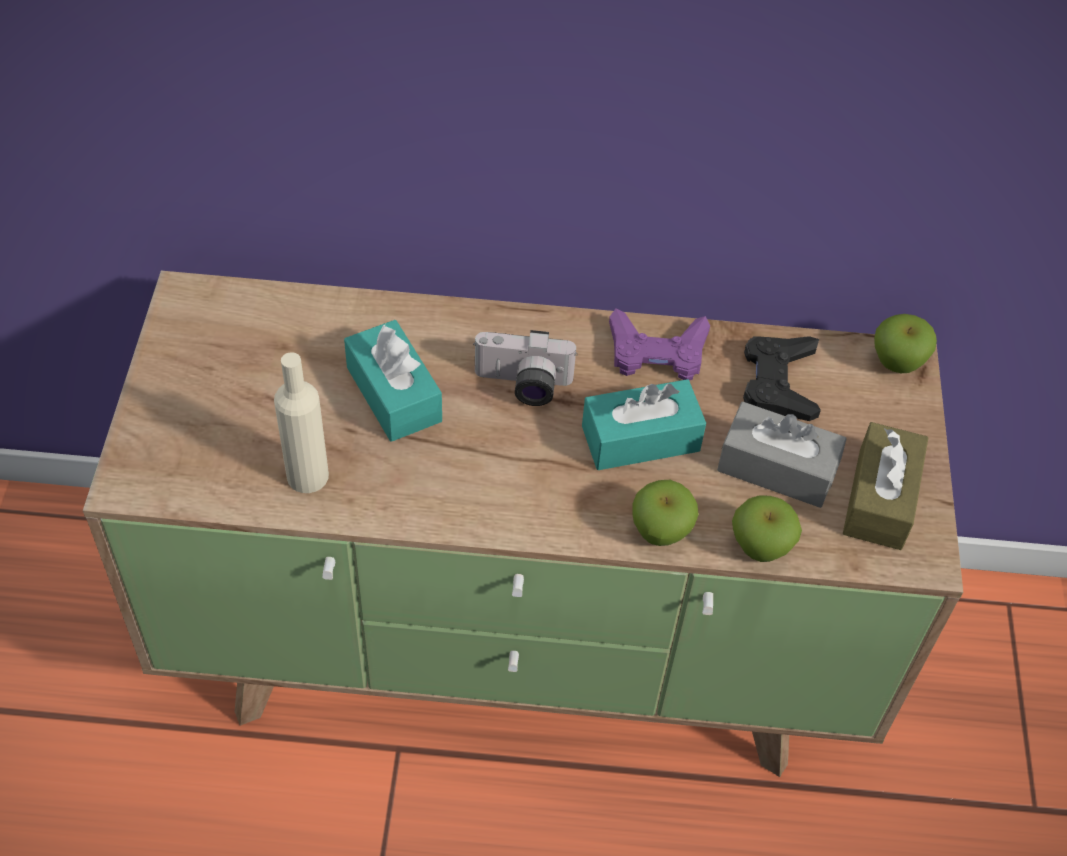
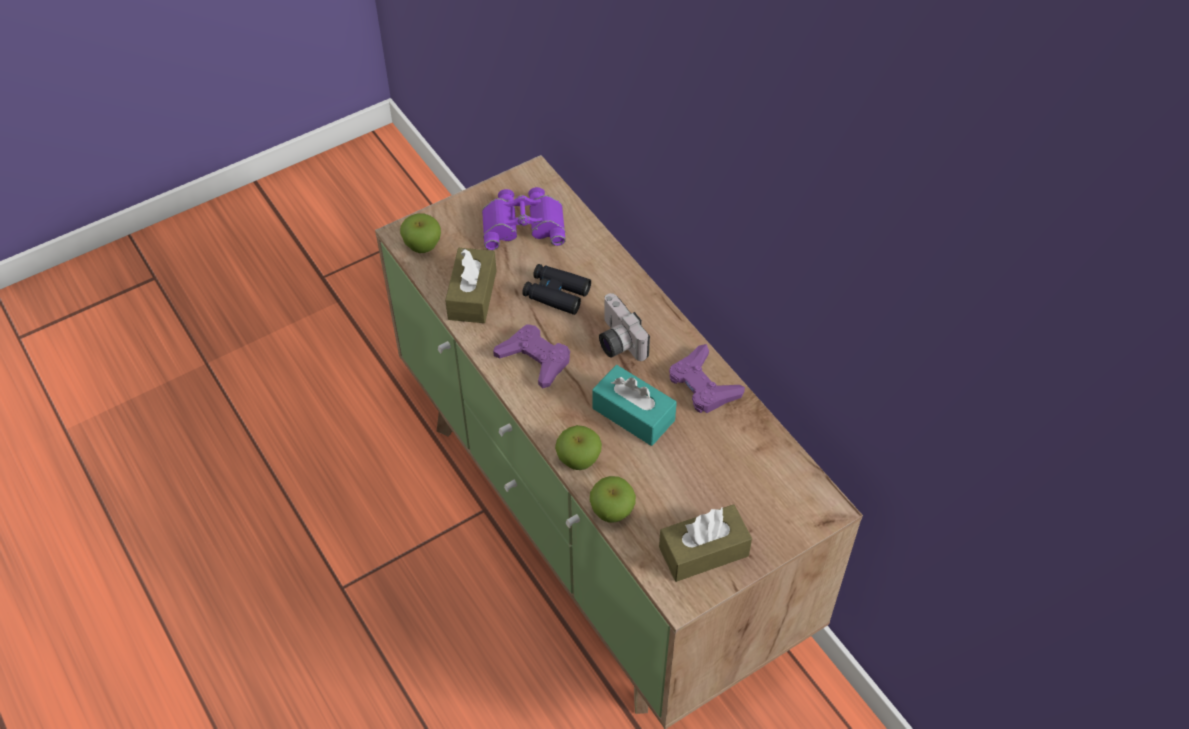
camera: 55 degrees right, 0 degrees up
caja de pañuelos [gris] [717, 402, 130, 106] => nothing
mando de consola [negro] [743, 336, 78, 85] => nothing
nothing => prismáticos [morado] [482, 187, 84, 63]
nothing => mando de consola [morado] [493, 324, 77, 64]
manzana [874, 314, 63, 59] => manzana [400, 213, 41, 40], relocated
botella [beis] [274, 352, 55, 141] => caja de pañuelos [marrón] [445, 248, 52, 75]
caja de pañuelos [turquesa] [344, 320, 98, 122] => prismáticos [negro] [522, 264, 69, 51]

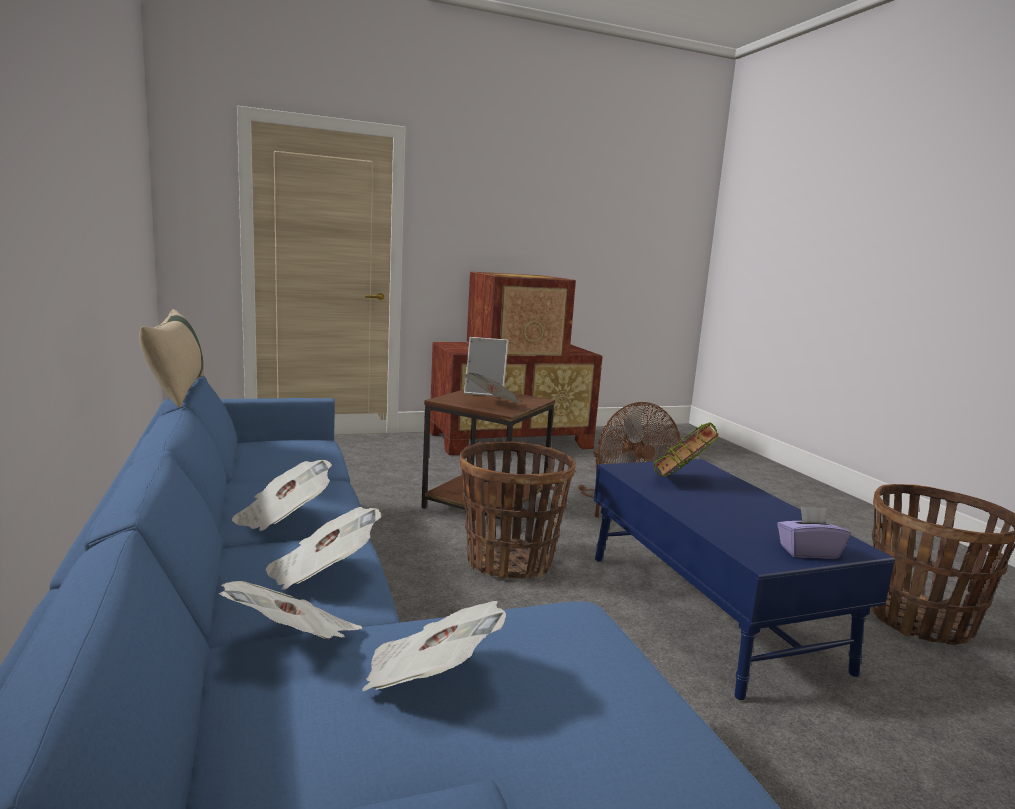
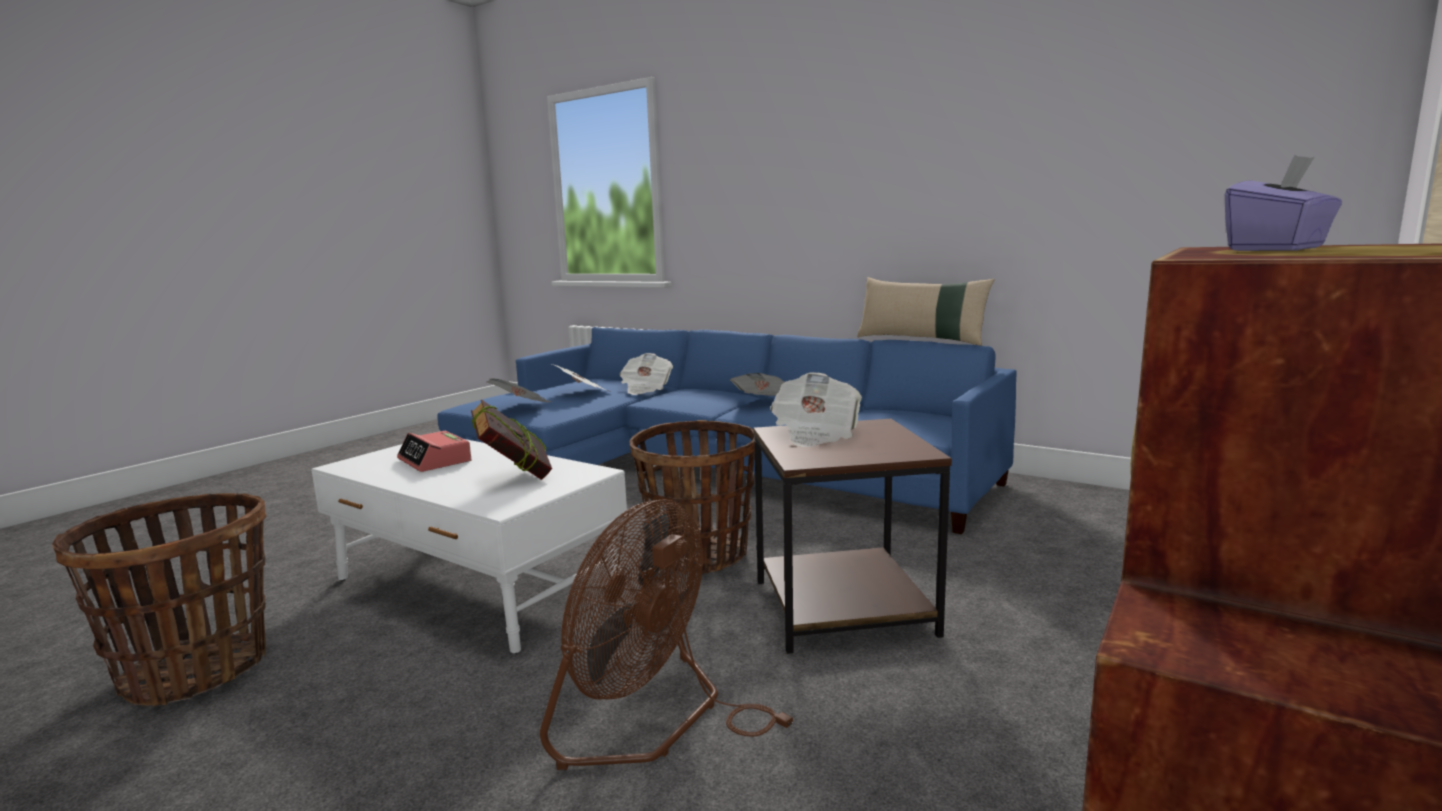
camera: 145 degrees right, 0 degrees up
portarretratos [464, 337, 44, 60] => nothing
nothing => despertador [397, 431, 74, 41]
periódico [265, 507, 116, 83] => periódico [486, 379, 66, 23], relocated
caja de pañuelos [morado] [777, 506, 74, 53] => caja de pañuelos [morado] [1225, 155, 117, 96], relocated
mesa de centro [azul] [594, 459, 301, 241] => mesa de centro [blanco] [311, 439, 316, 214]

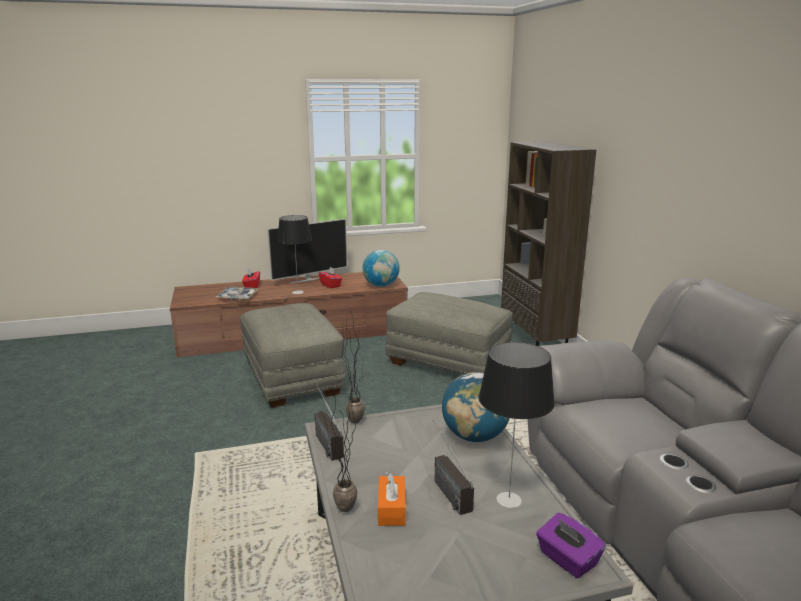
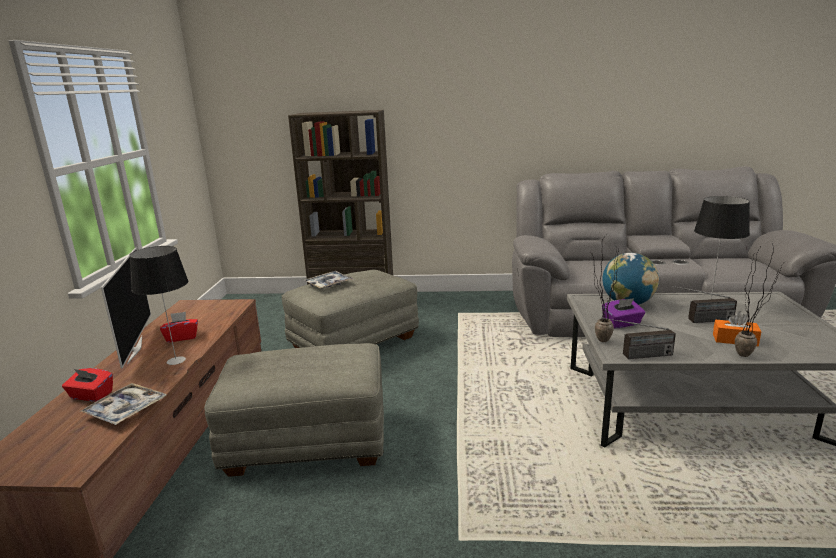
camera: 70 degrees left, 0 degrees up
globo terráqueo [363, 250, 37, 37] => nothing
nothing => bandeja [304, 271, 49, 18]
caja de pañuelos [morado] [536, 513, 69, 65] => caja de pañuelos [morado] [602, 298, 43, 31], relocated

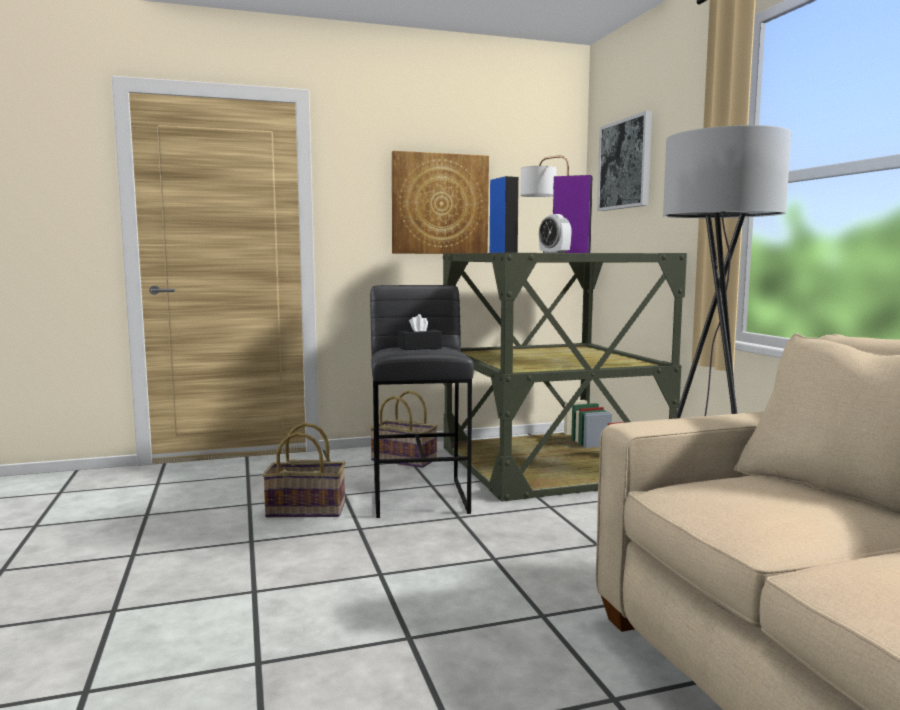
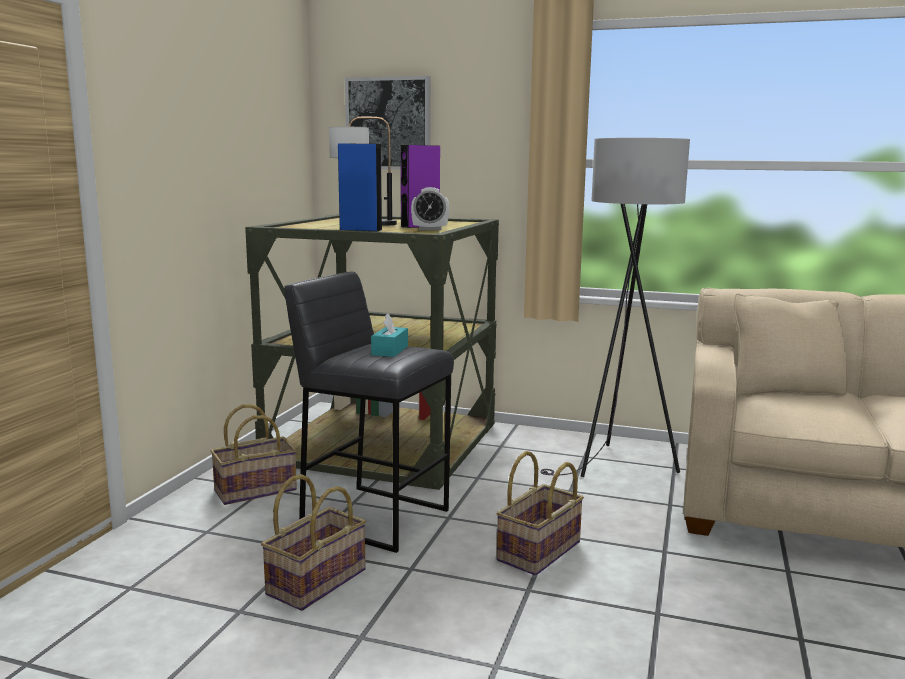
camera: 55 degrees left, 5 degrees up
cuadro [392, 151, 97, 103] => nothing
nothing => cesta [496, 451, 88, 124]
caja de pañuelos [negro] [398, 314, 44, 36] => caja de pañuelos [turquesa] [371, 313, 37, 44]

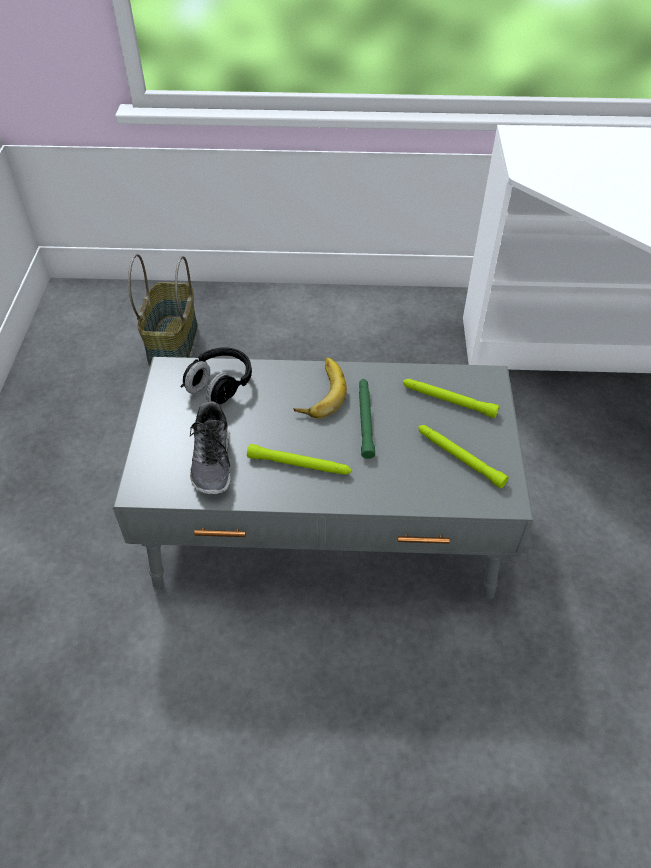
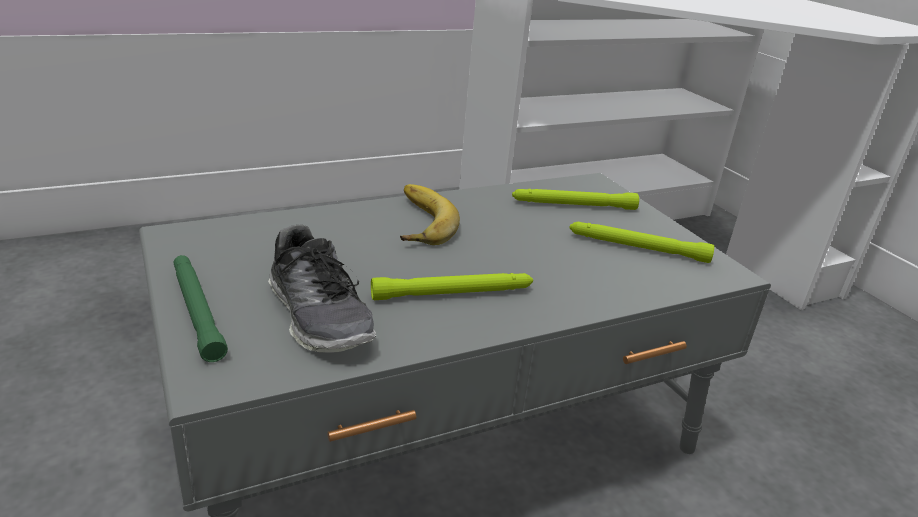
camera: 30 degrees left, 20 degrees down
cesta [128, 254, 69, 111] => nothing
auriculares [negro] [180, 347, 72, 58] => nothing
linterna [verde] [359, 379, 16, 80] => linterna [verde] [173, 255, 55, 107], relocated

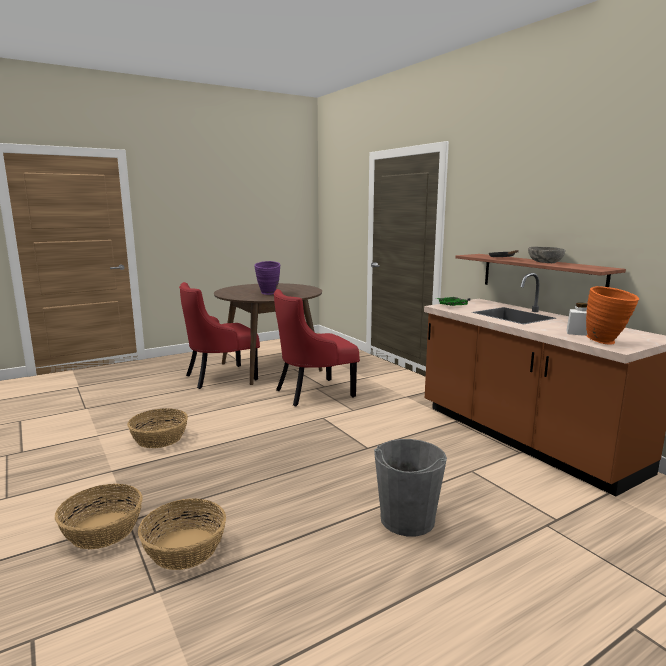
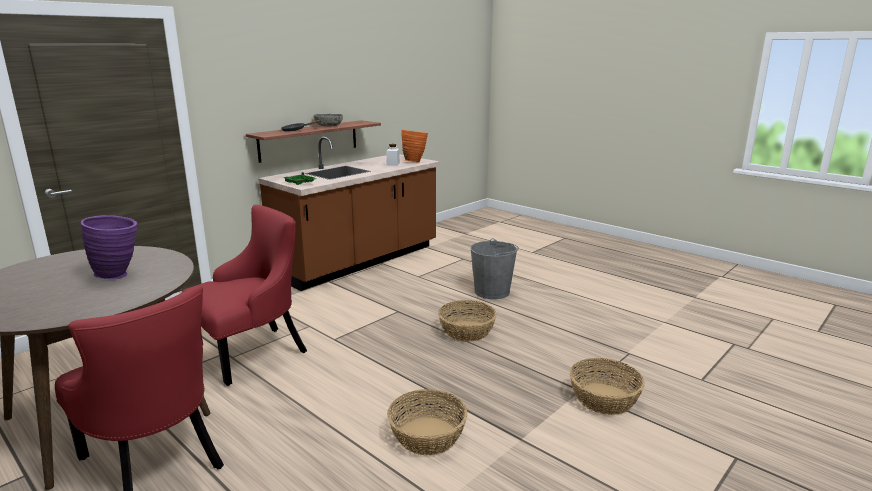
camera: 105 degrees left, 5 degrees up
cesta [138, 499, 88, 71] => cesta [438, 300, 59, 42], relocated
silla [rojo] [274, 289, 86, 118] => silla [rojo] [182, 205, 125, 181], 90 degrees counterclockwise

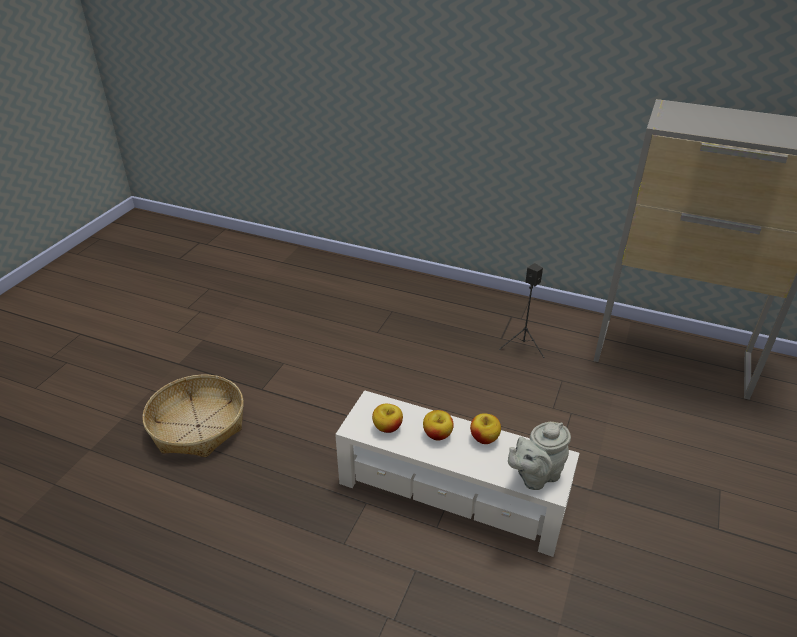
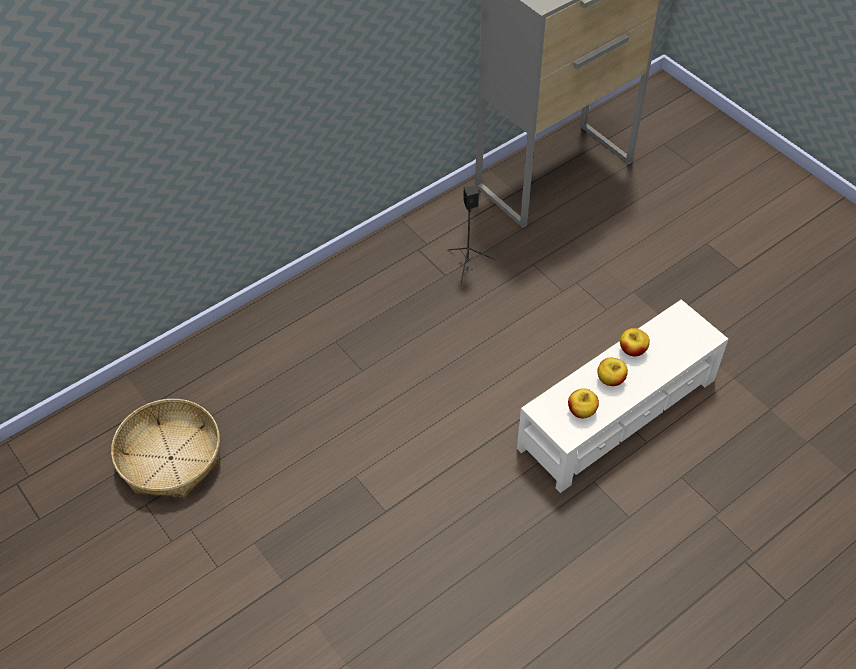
camera: 60 degrees left, 15 degrees up
tetera [gris] [508, 422, 63, 68] => nothing
cesta [143, 375, 101, 82] => cesta [111, 399, 109, 98], relocated

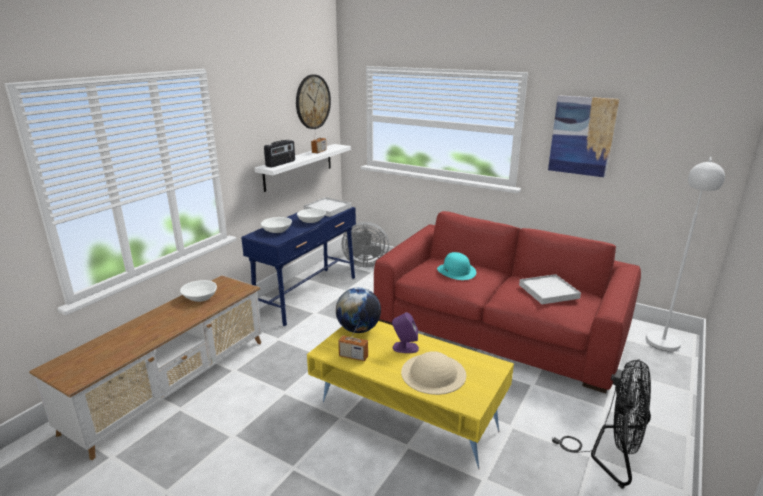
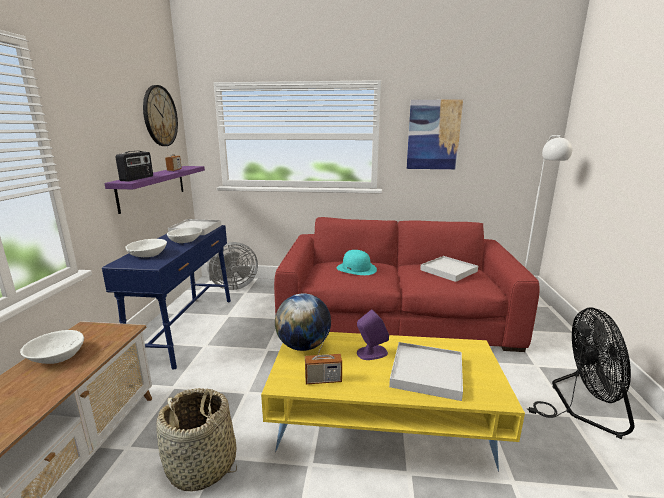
camera: 25 degrees left, 5 degrees down
nothing => cesta [156, 388, 81, 103]
sombrero [beis] [401, 351, 65, 44] => bandeja [blanco] [389, 342, 74, 59]
estante [blanco] [255, 144, 96, 48] => estante [morado] [104, 166, 101, 48]

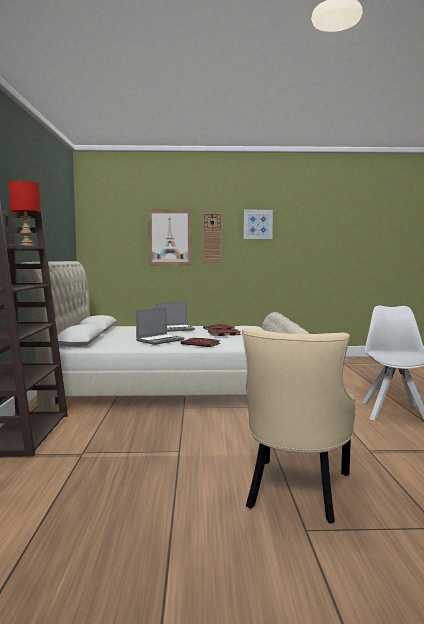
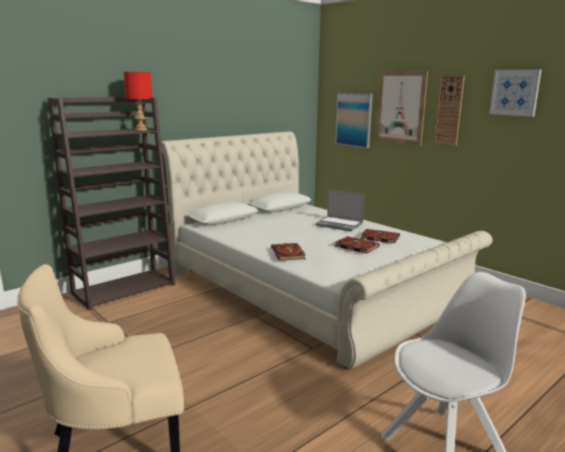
camera: 50 degrees right, 10 degrees up
portátil [136, 307, 49, 38] => nothing
nothing => cuadro [335, 93, 38, 55]

